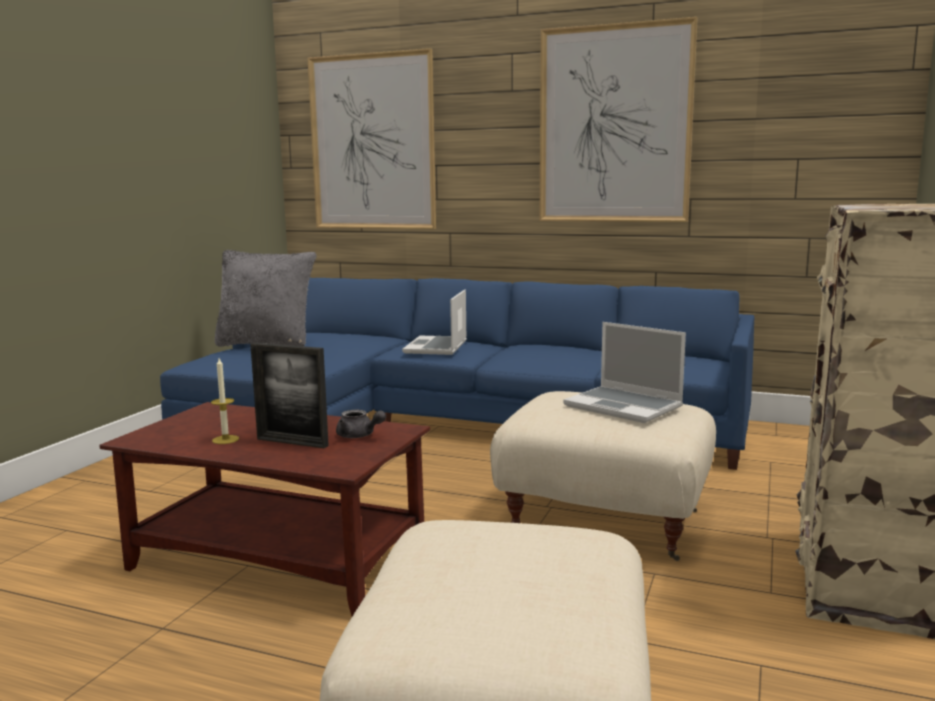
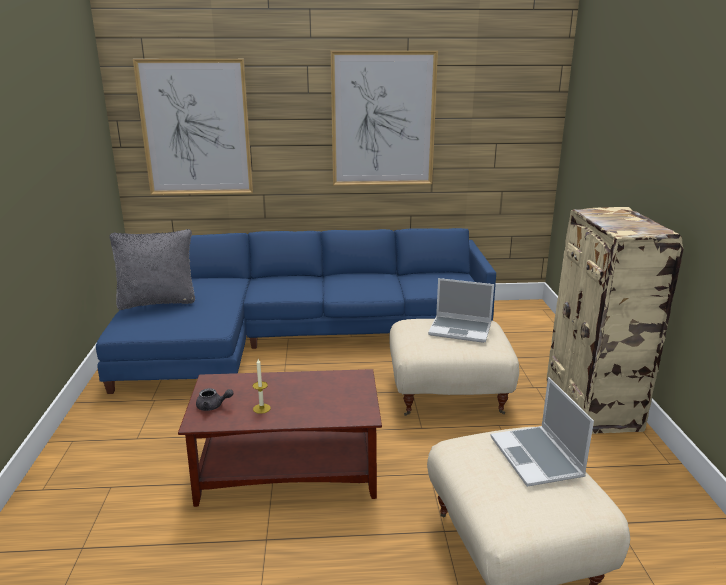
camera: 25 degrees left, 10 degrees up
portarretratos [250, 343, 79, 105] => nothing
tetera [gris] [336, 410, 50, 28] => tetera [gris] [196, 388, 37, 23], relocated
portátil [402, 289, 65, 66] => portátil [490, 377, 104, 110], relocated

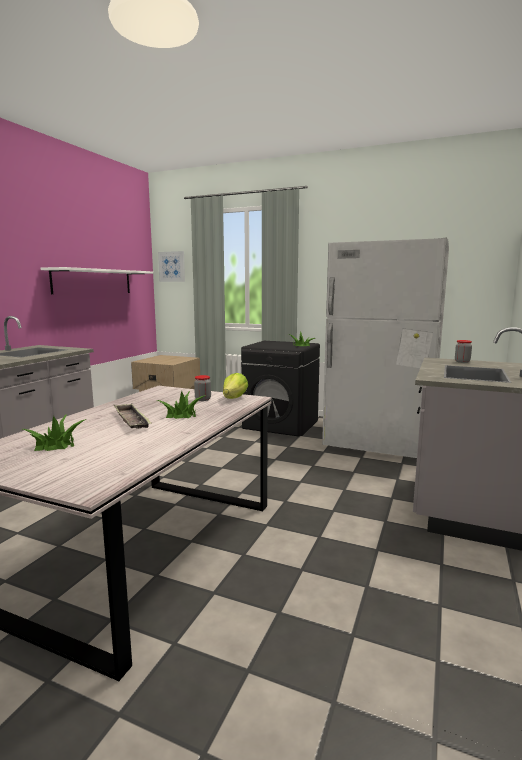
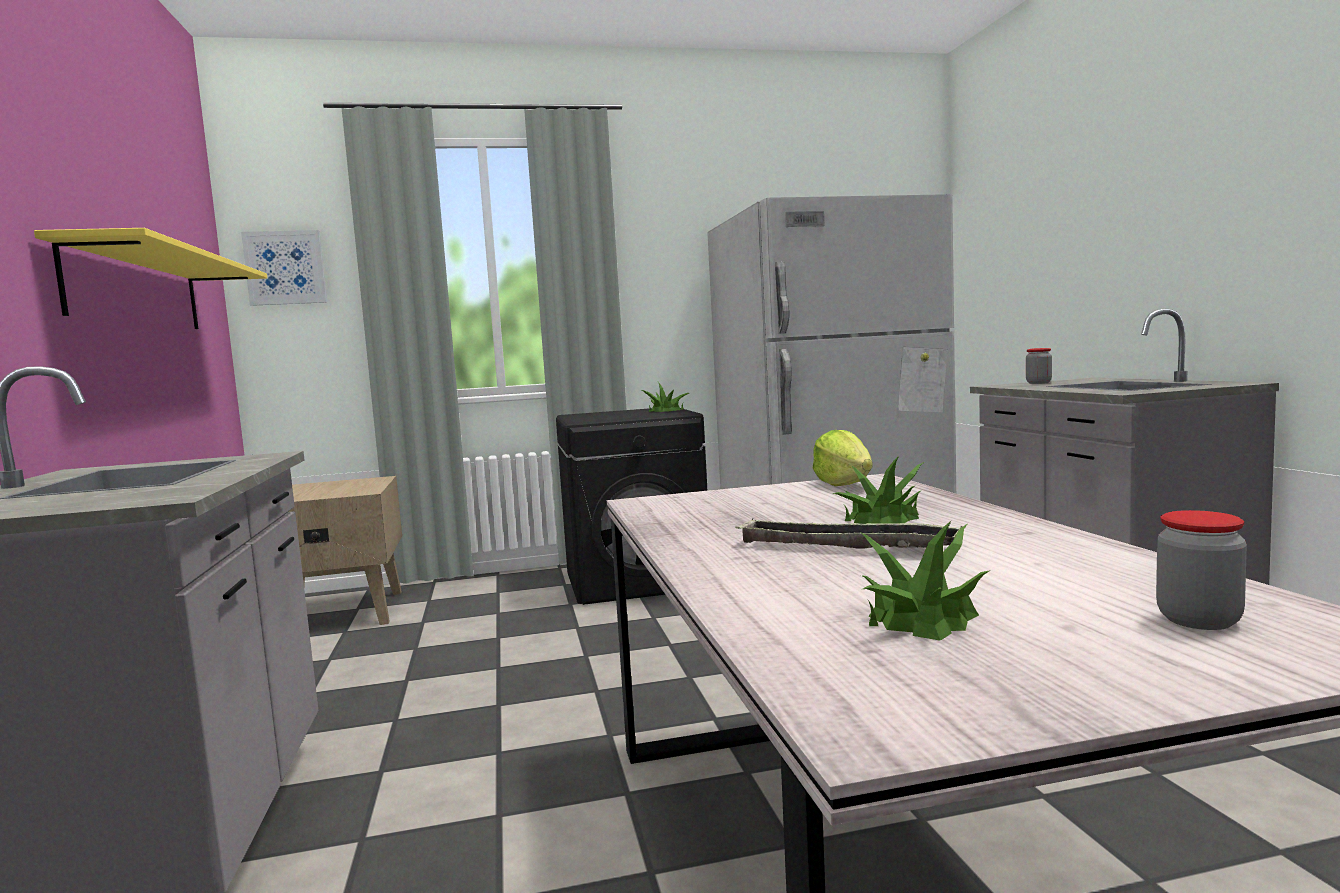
camera: 35 degrees left, 5 degrees down
tarro [194, 375, 17, 26] => tarro [1156, 510, 91, 120], relocated
estante [blanco] [41, 267, 112, 27] => estante [amarillo] [34, 228, 233, 101]

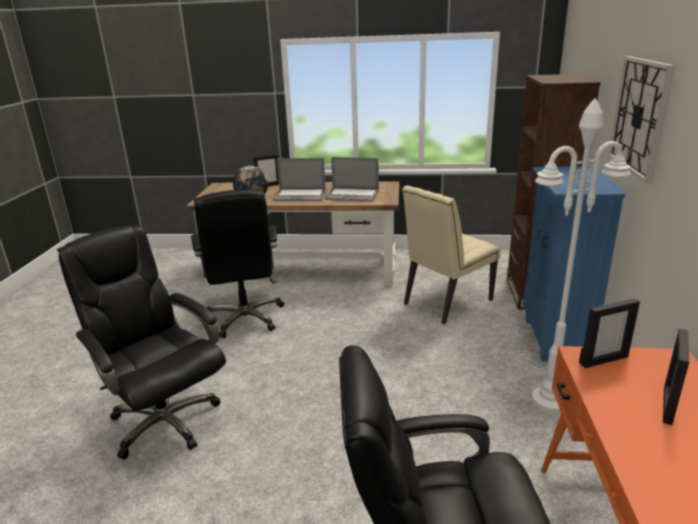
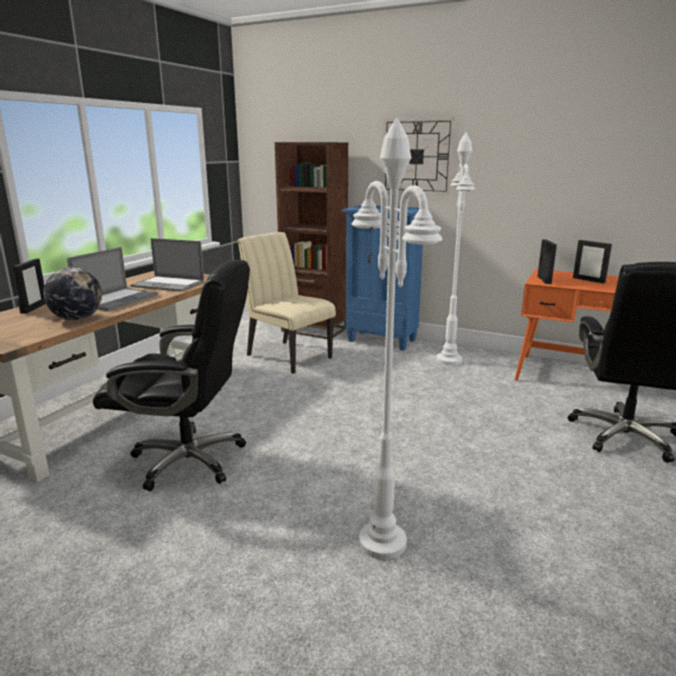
camera: 70 degrees left, 5 degrees down
silla de oficina [negro] [57, 225, 169, 235] => lámpara de pie [blanco] [352, 117, 90, 443]
portátil [325, 157, 54, 45] => portátil [130, 238, 74, 54], 75 degrees clockwise
silla [beis] [402, 185, 99, 139] => silla [beis] [238, 232, 98, 142], 150 degrees clockwise

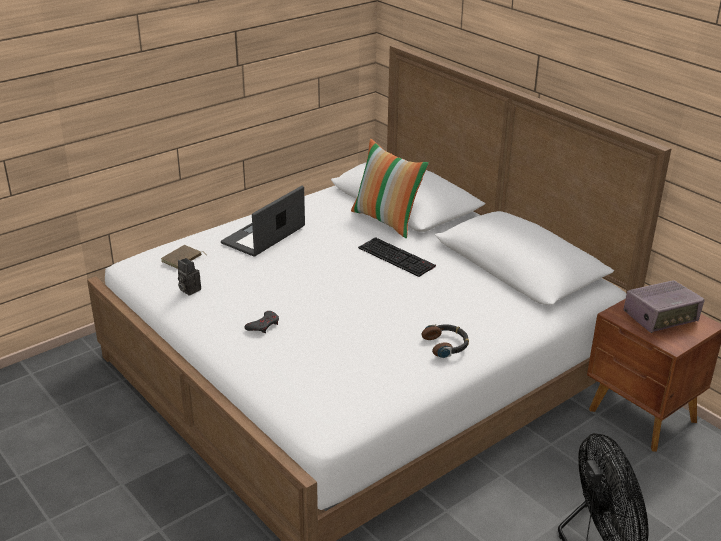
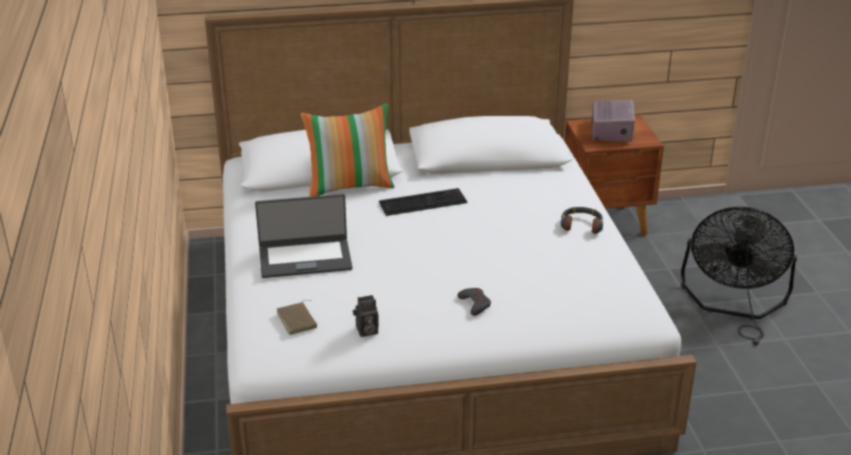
camera: 60 degrees left, 0 degrees up
portátil [221, 186, 84, 71] => portátil [255, 194, 98, 84], 75 degrees counterclockwise

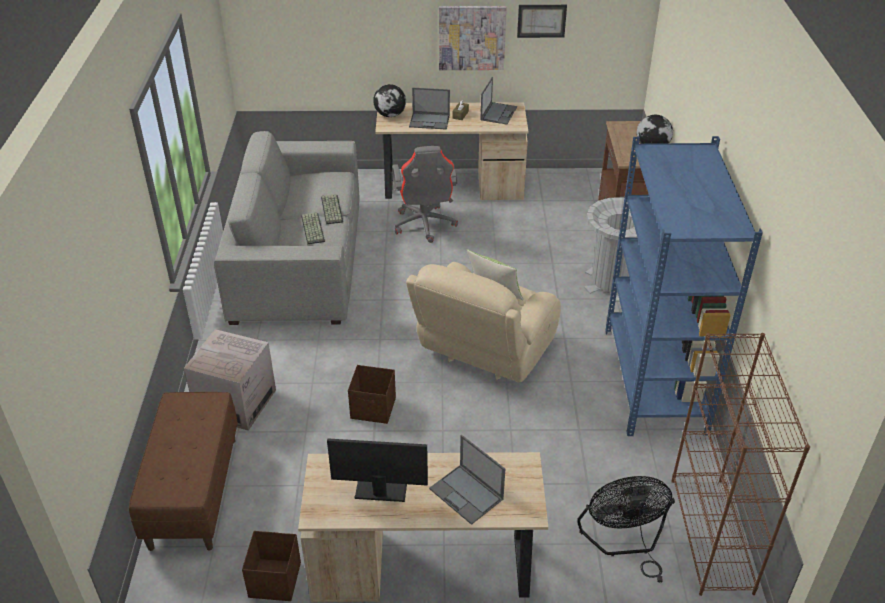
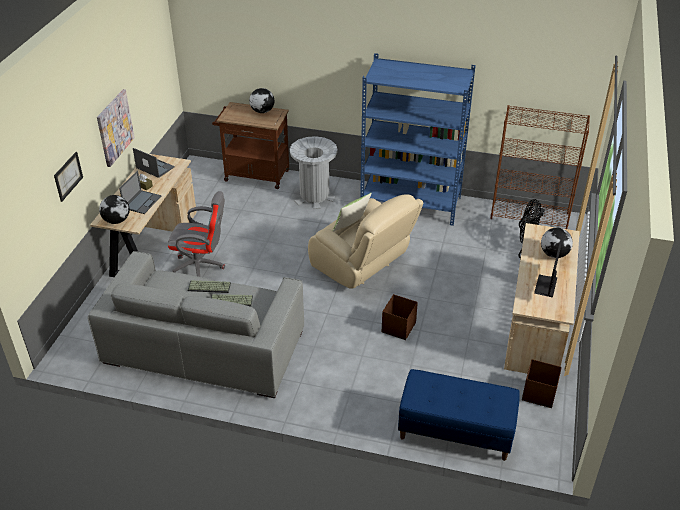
camera: 75 degrees left, 0 degrees up
caja de cartón [184, 329, 92, 102] => nothing
cuadro [517, 5, 50, 33] => cuadro [54, 152, 29, 50], relocated
portátil [429, 435, 76, 90] => globo terráqueo [541, 228, 32, 30]
banco [marrón] [129, 392, 109, 159] => banco [azul] [398, 369, 122, 92]

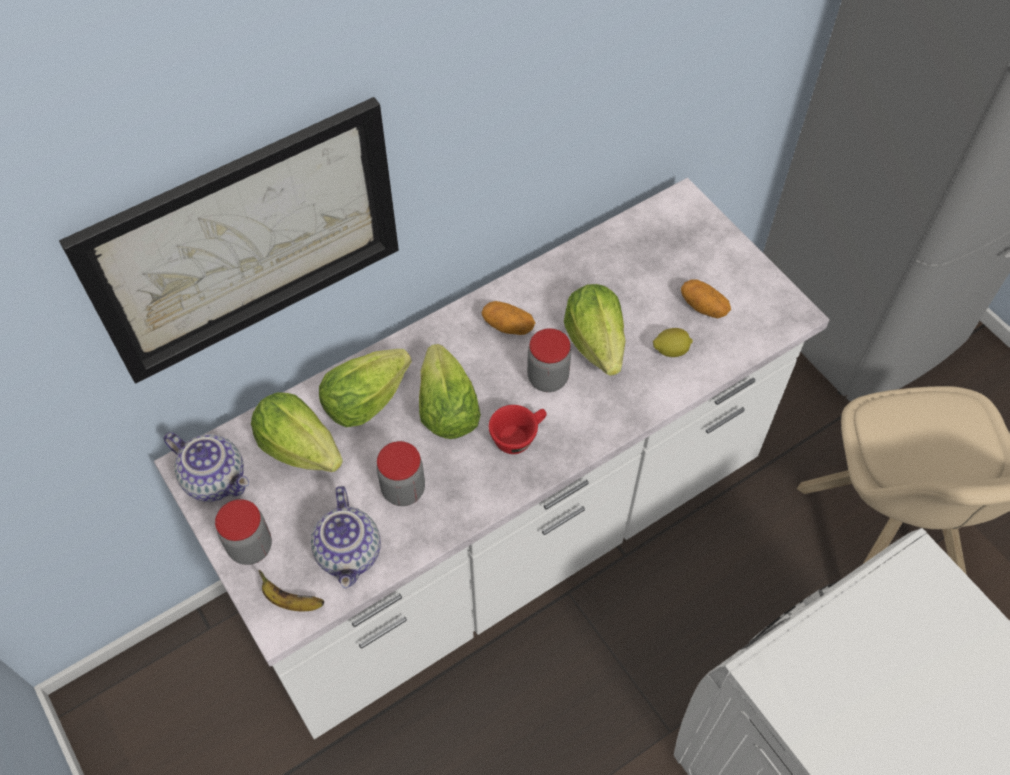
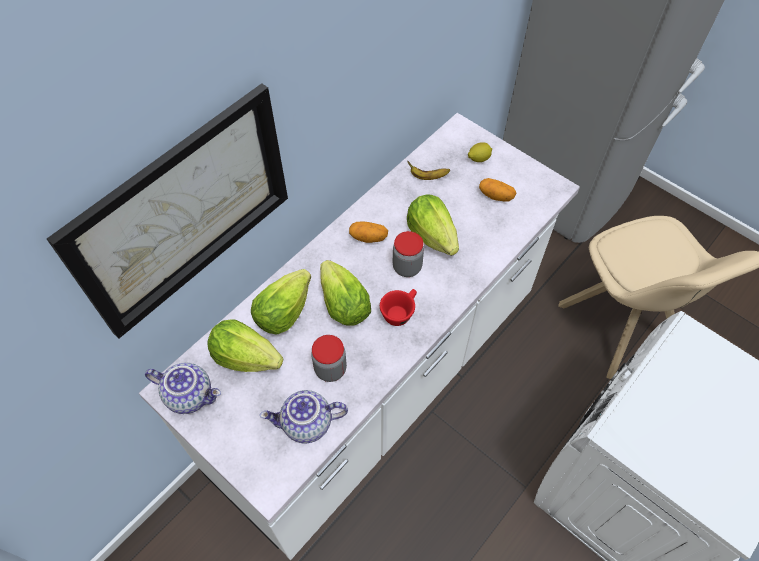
camera: 15 degrees left, 0 degrees up
tarro [215, 499, 57, 66] => nothing
plátano [258, 570, 66, 41] => plátano [408, 161, 42, 19], relocated
limón [653, 328, 40, 29] => limón [468, 142, 24, 20], relocated
tetera [311, 486, 70, 102] => tetera [260, 390, 88, 53], 105 degrees clockwise

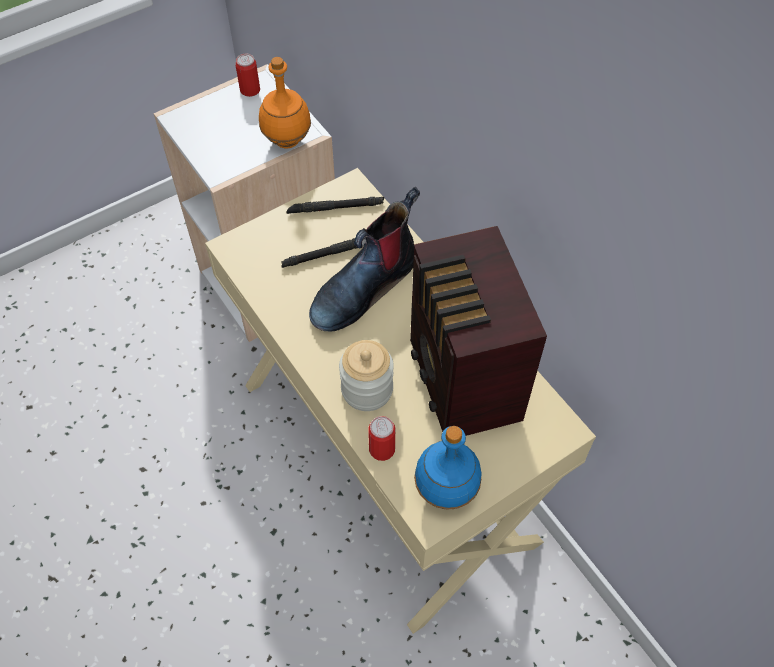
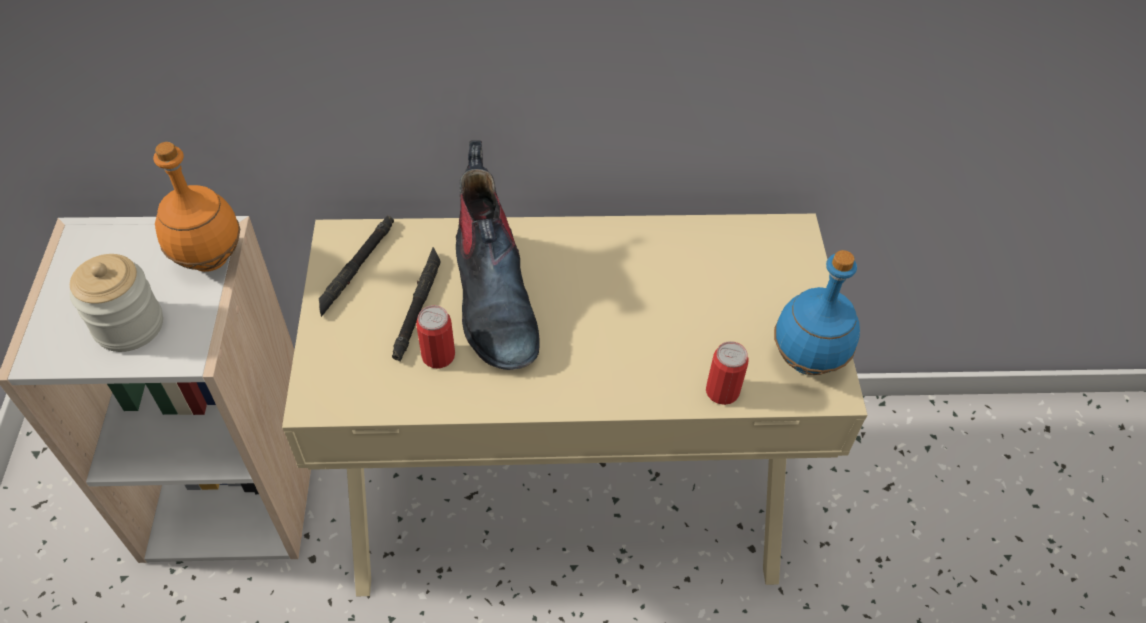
camera: 60 degrees left, 5 degrees down
radio [410, 226, 137, 210] => nothing
lata [236, 54, 24, 43] => lata [416, 305, 39, 63], relocated
tarro [339, 340, 55, 71] => tarro [70, 254, 93, 98], relocated

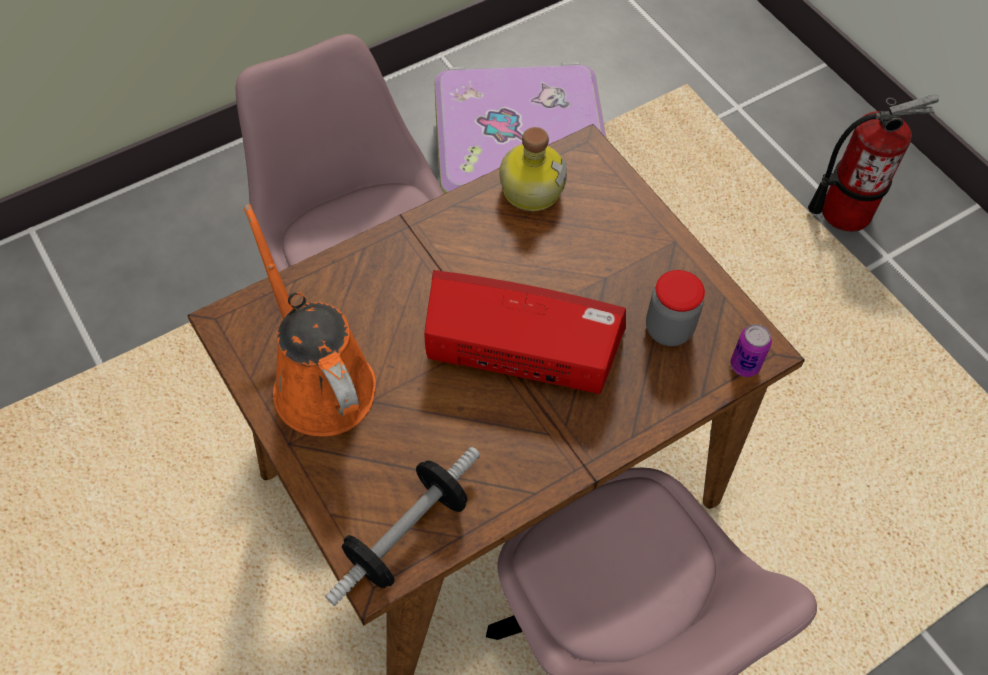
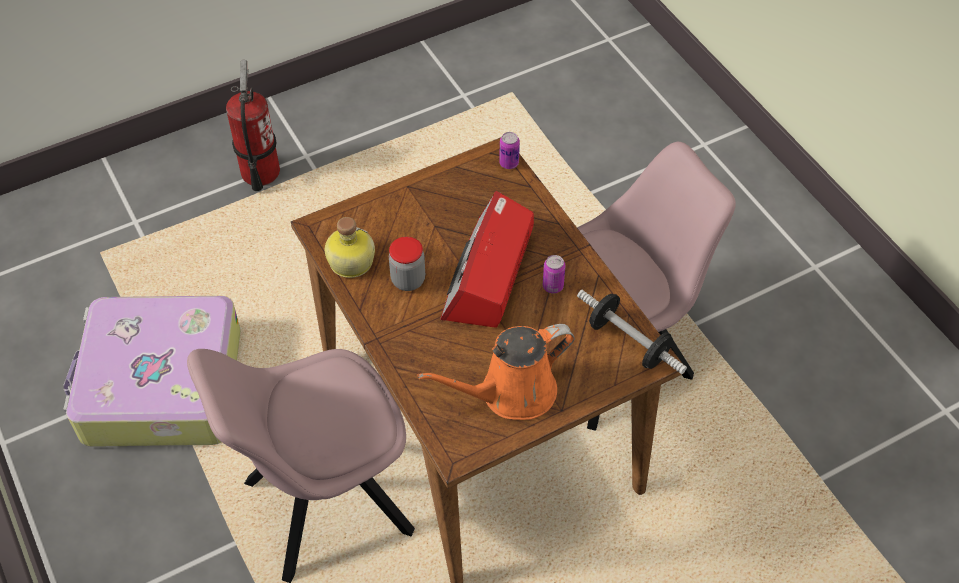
camera: 85 degrees left, 5 degrees down
nothing => lata [543, 255, 22, 38]
tarro [646, 270, 59, 76] => tarro [389, 237, 36, 54], relocated

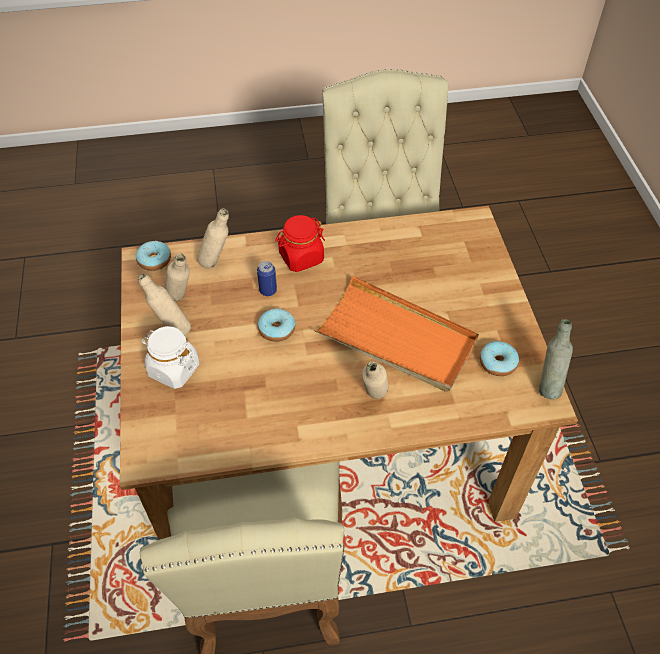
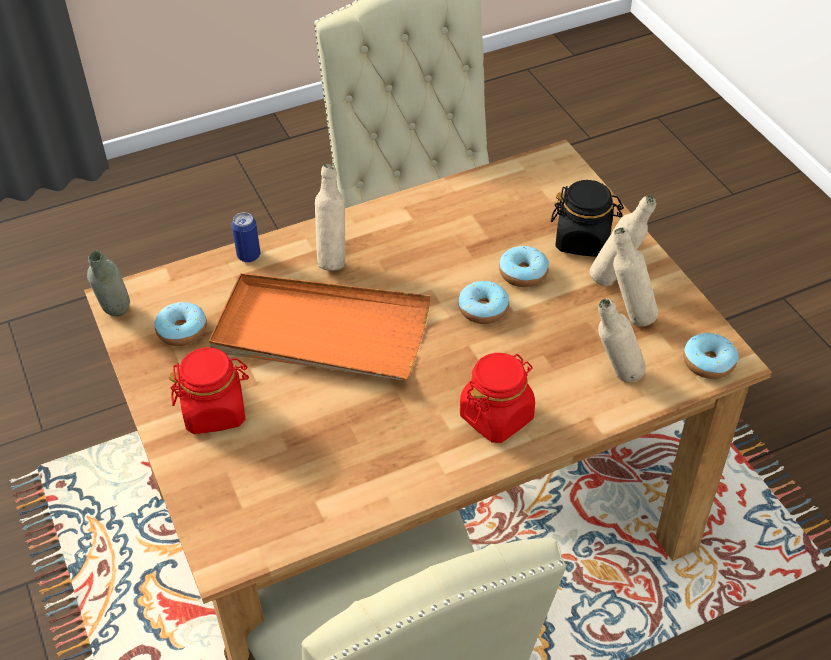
camera: 165 degrees right, 5 degrees down
nothing => tarro [rojo] [169, 347, 80, 87]
nothing => rosquilla [499, 246, 50, 41]
lata [257, 261, 20, 35] => lata [232, 212, 28, 51], relocated
tarro [blanco] [142, 326, 58, 63] => tarro [negro] [551, 180, 73, 77]

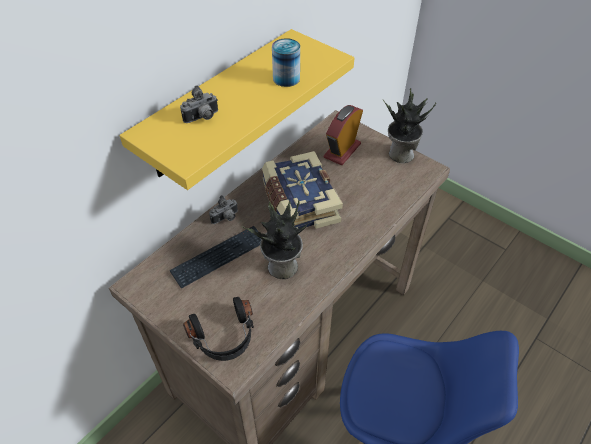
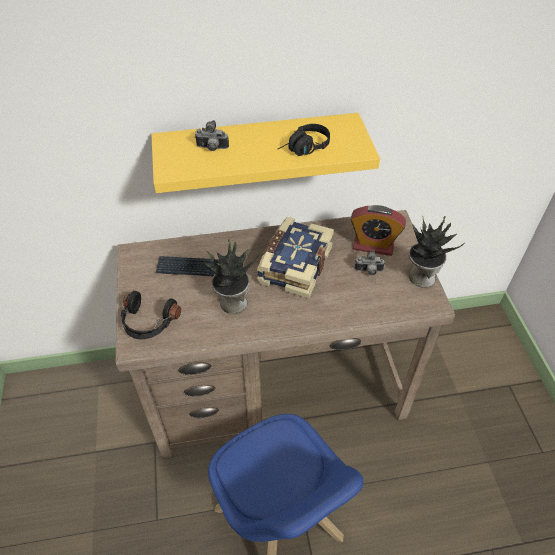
camera: 40 degrees right, 0 degrees up
cámara [209, 195, 29, 29] => cámara [355, 250, 30, 25], relocated
lata [272, 38, 28, 49] => auriculares [negro] [278, 124, 52, 32]
despertador [324, 105, 39, 60] => despertador [351, 205, 55, 51], 150 degrees counterclockwise

